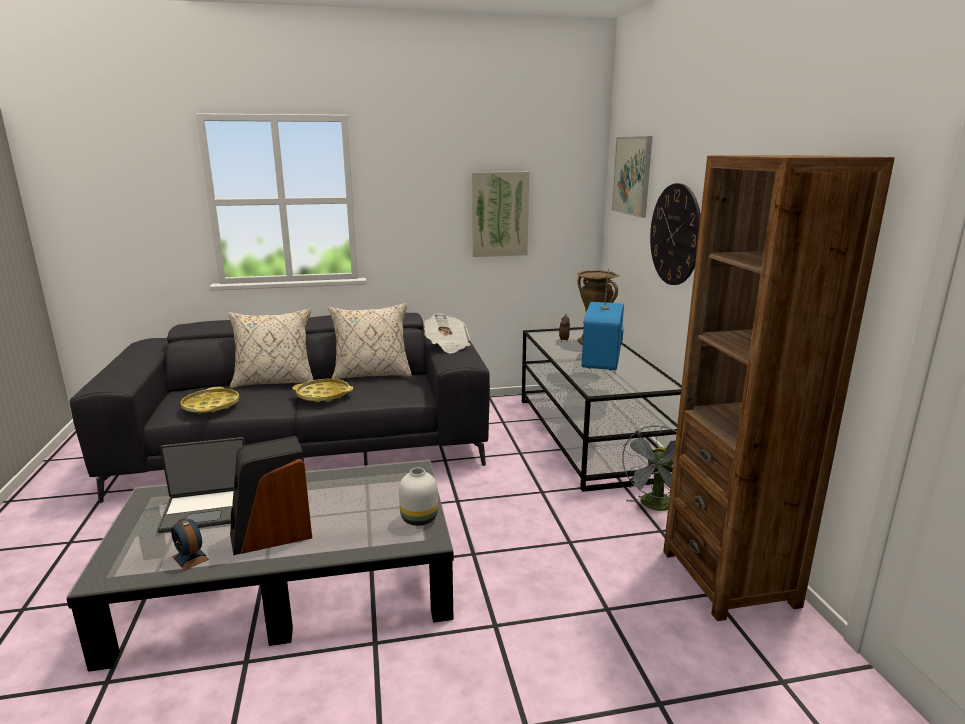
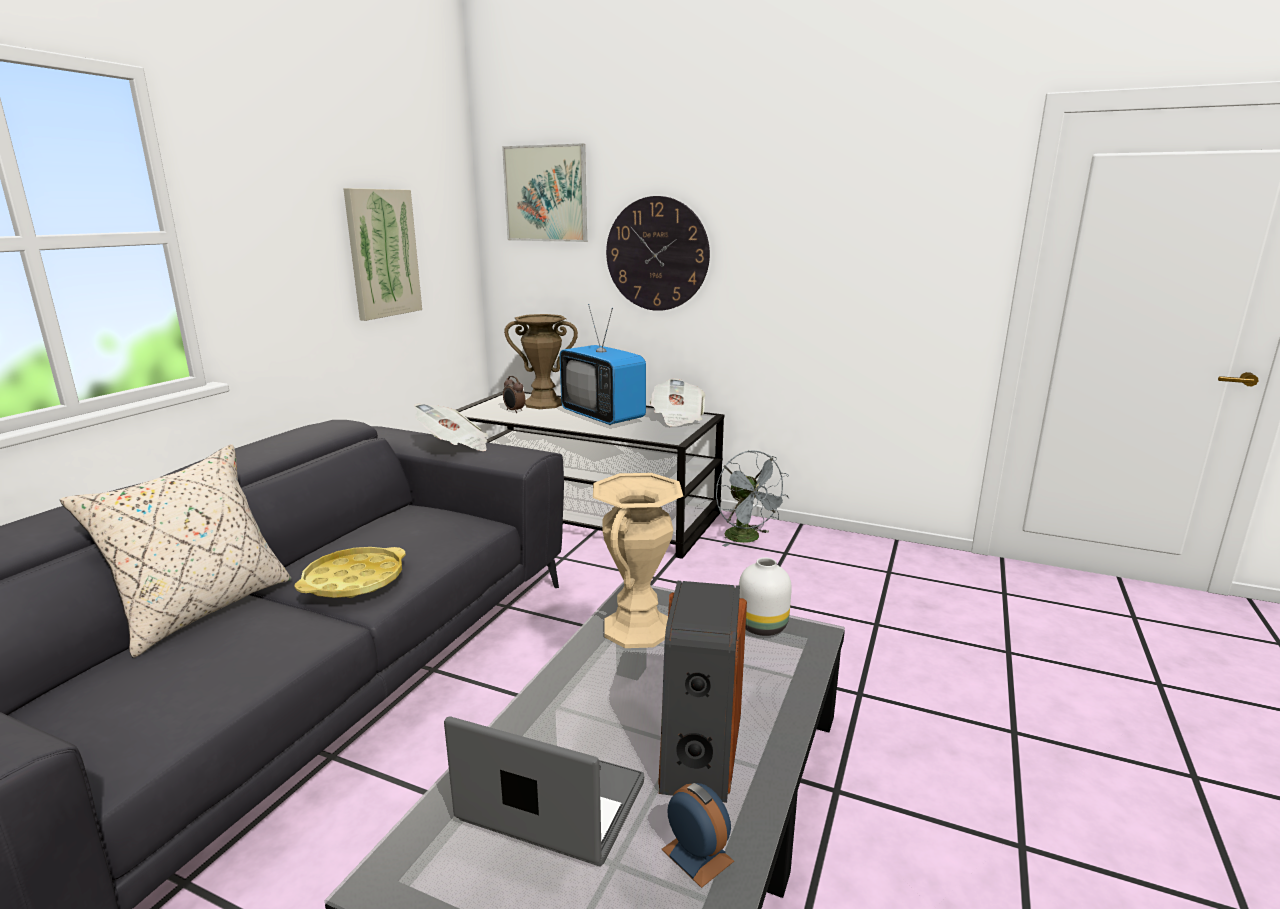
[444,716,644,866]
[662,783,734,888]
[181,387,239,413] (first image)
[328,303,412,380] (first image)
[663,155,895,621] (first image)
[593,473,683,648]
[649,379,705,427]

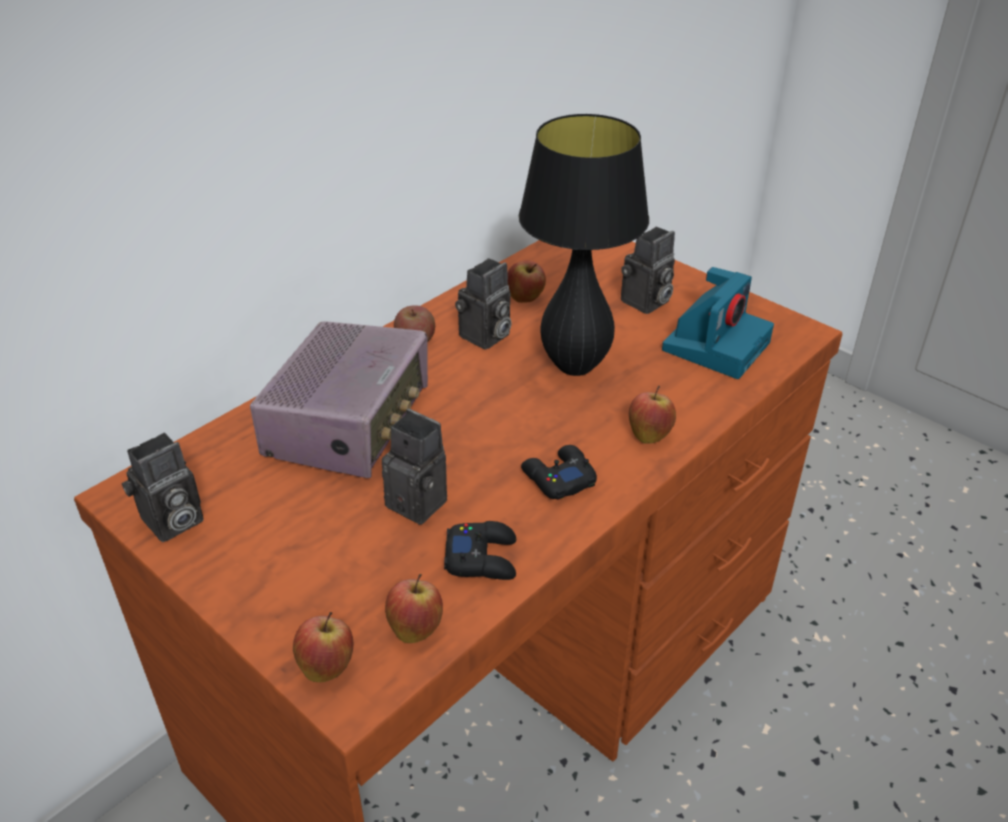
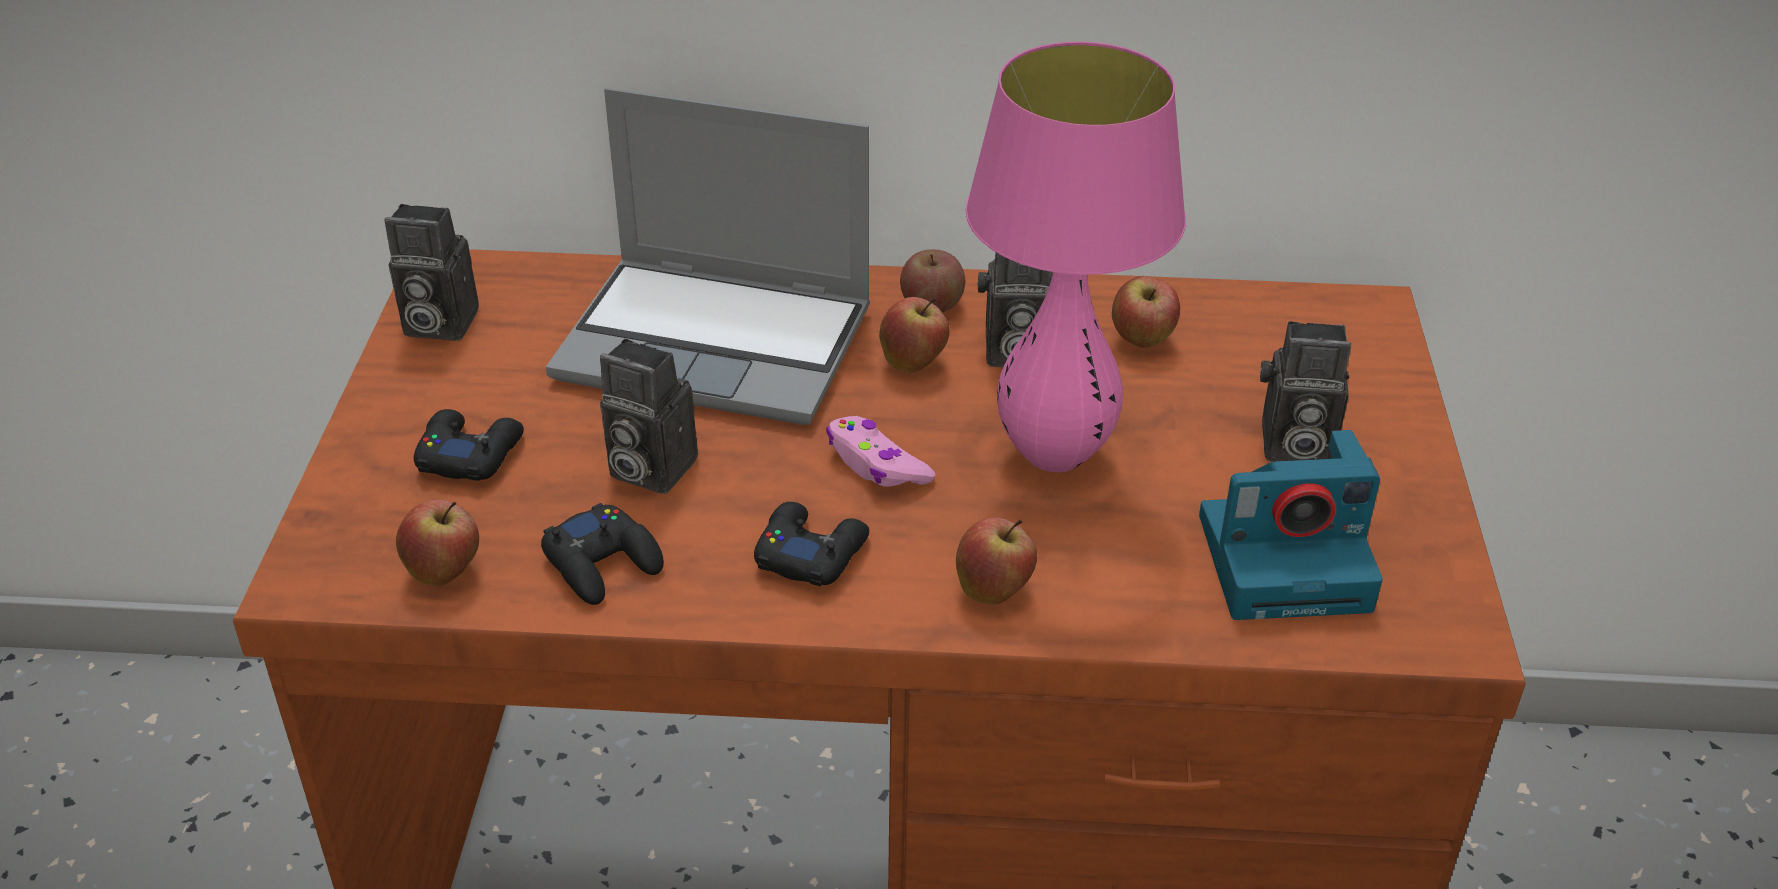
[546,88,870,425]
[879,297,950,372]
[600,338,698,494]
[965,42,1186,472]
[414,409,524,481]
[826,416,935,487]

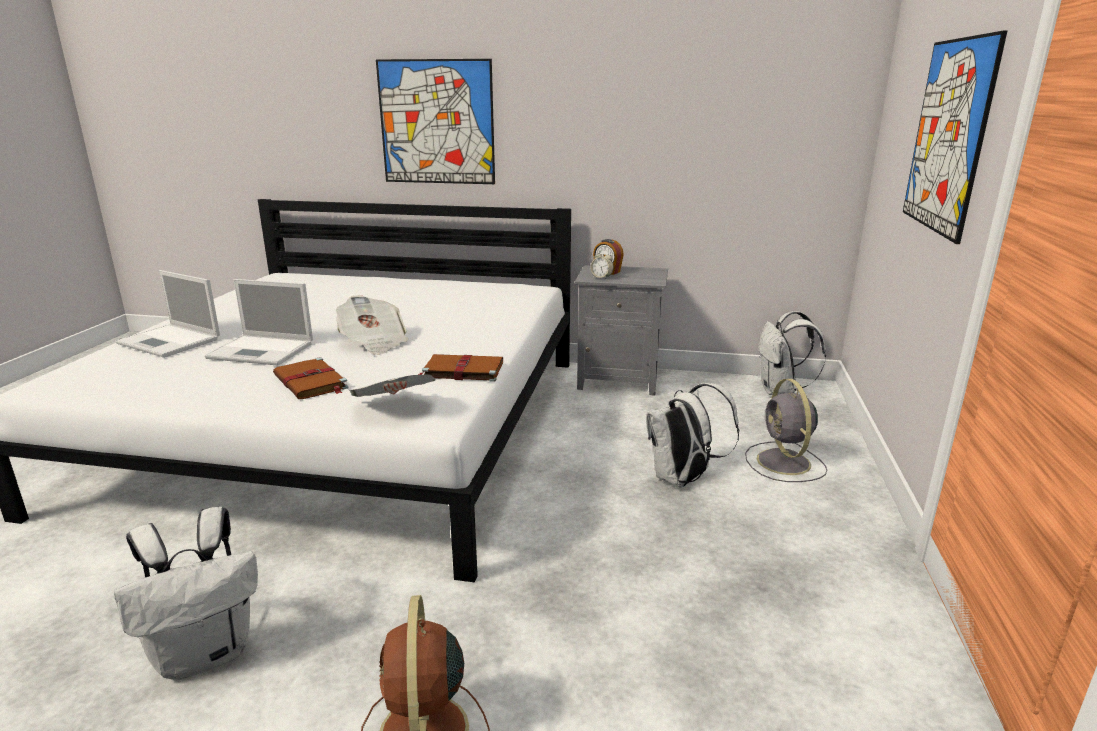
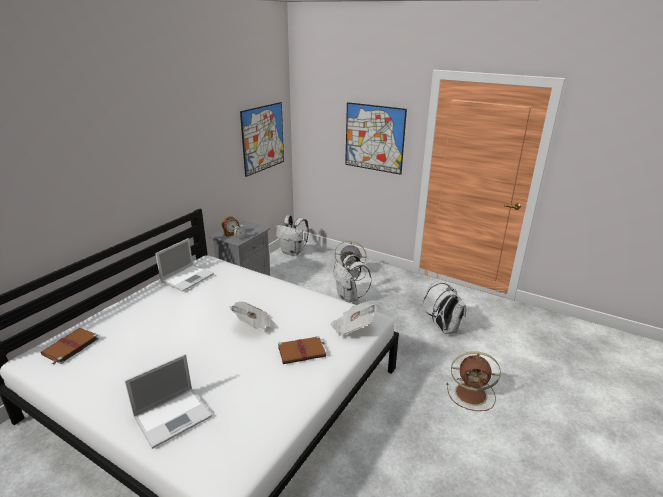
[423,281,466,334]
[155,238,214,292]
[240,102,284,177]
[41,328,99,365]

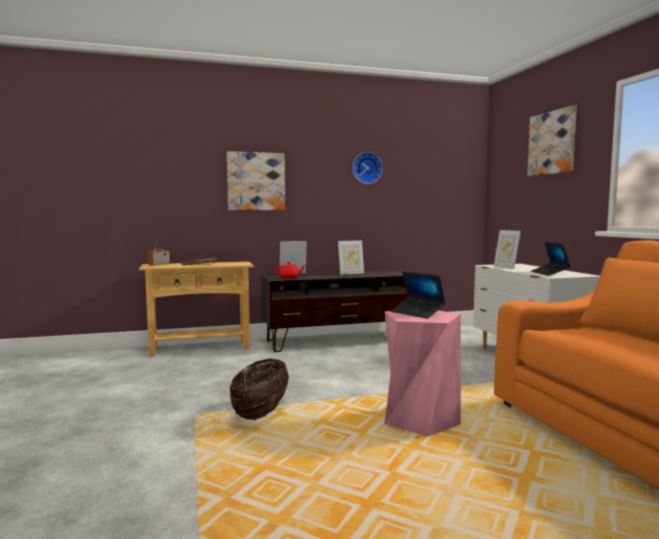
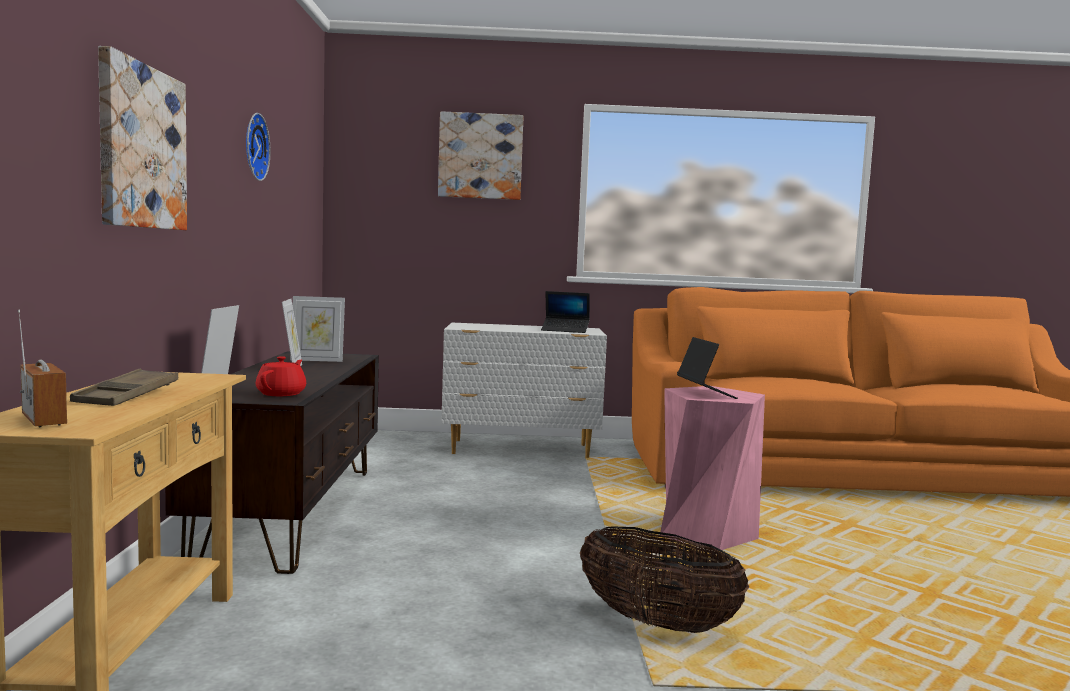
[677,337,738,399]
[290,296,345,362]

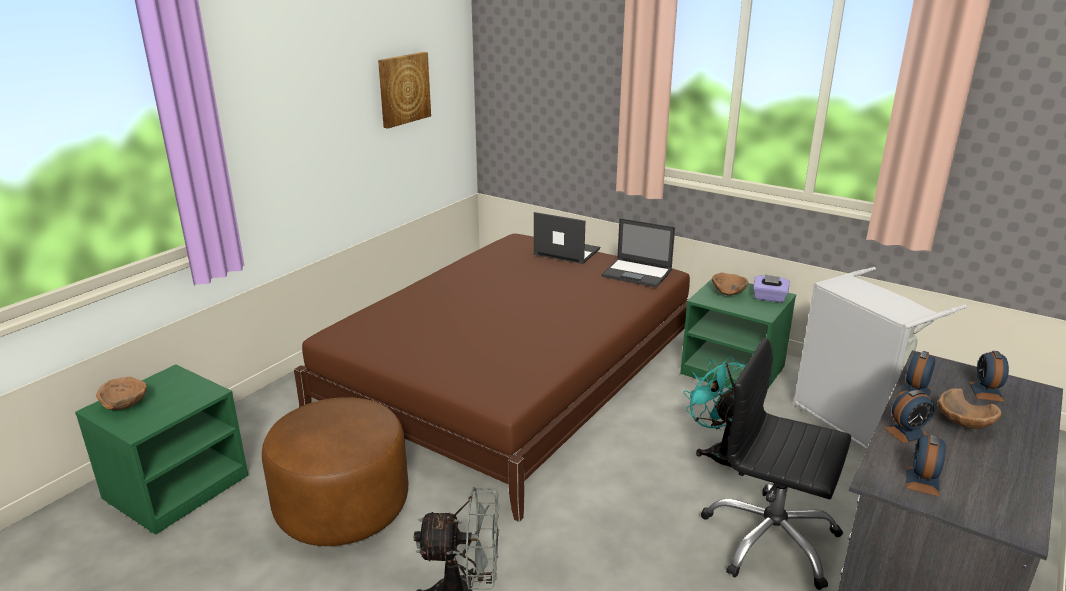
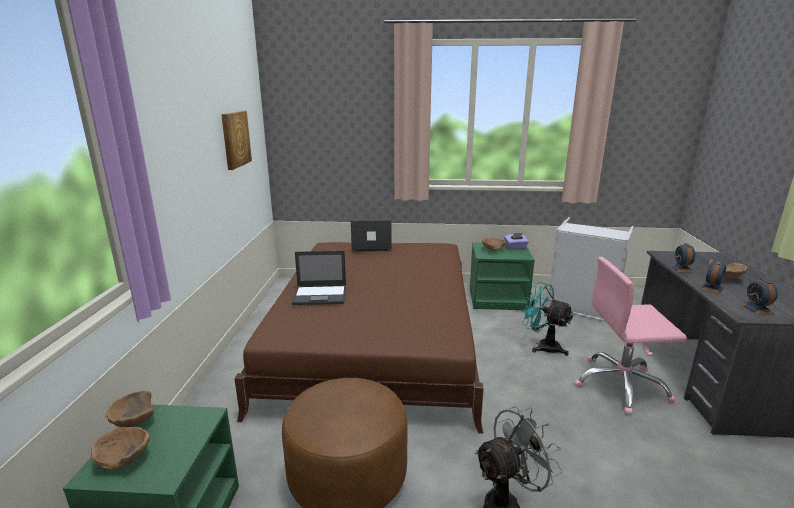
[292,251,346,305]
[574,257,687,415]
[969,351,1009,402] (first image)
[106,390,154,427]

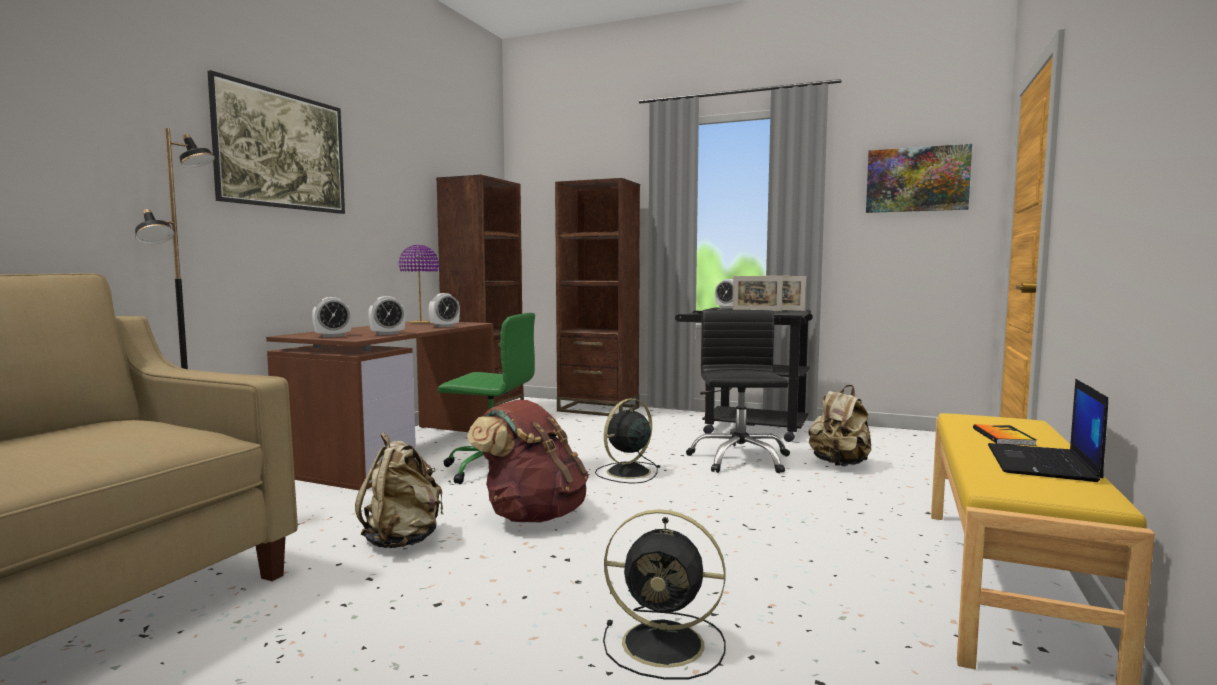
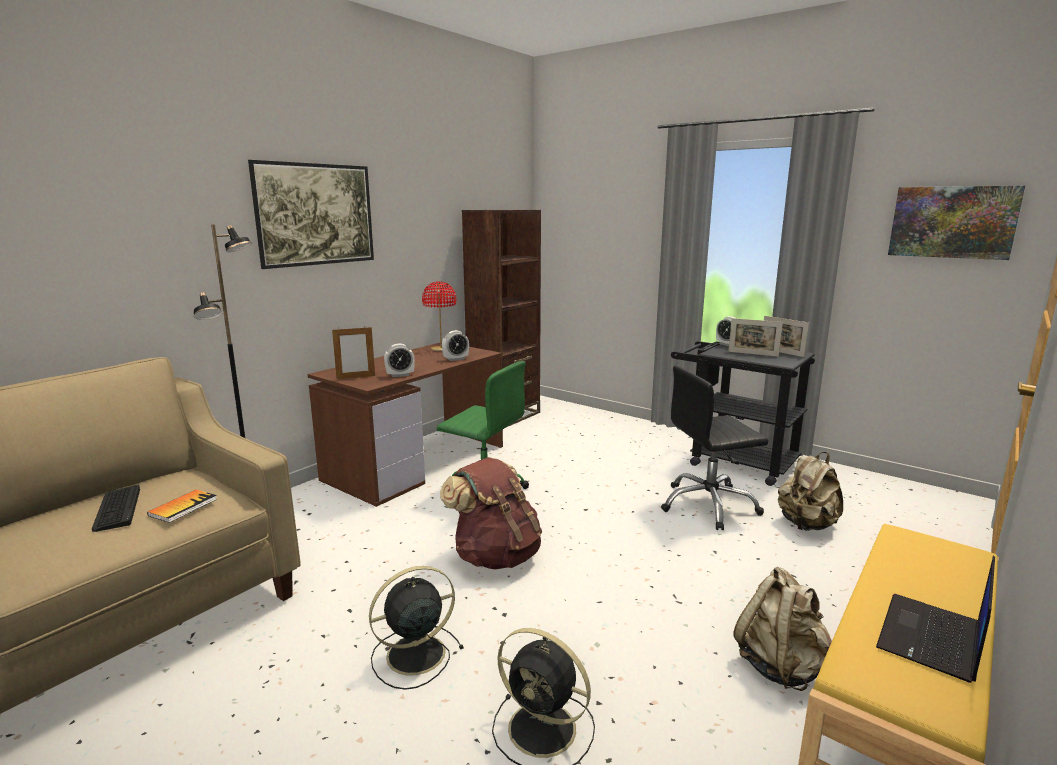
[332,327,375,379]
[733,567,832,691]
[422,281,456,351]
[555,178,640,417] (first image)
[369,566,464,690]
[661,366,768,530]
[147,490,217,523]
[92,485,140,532]

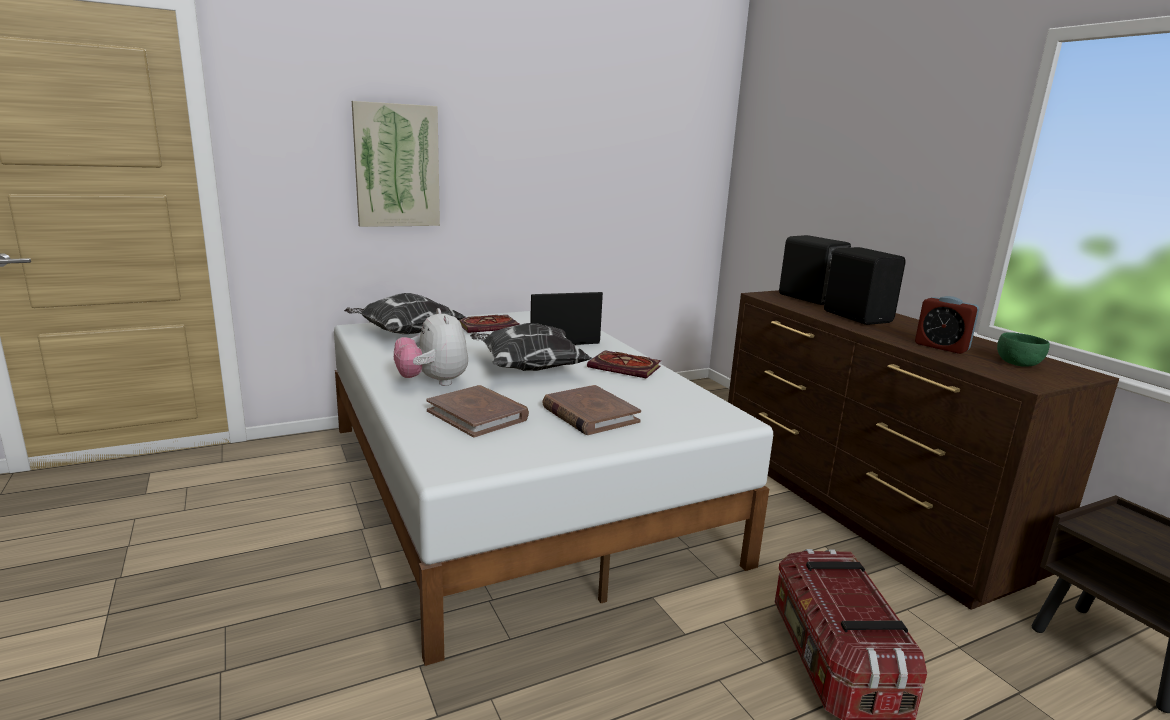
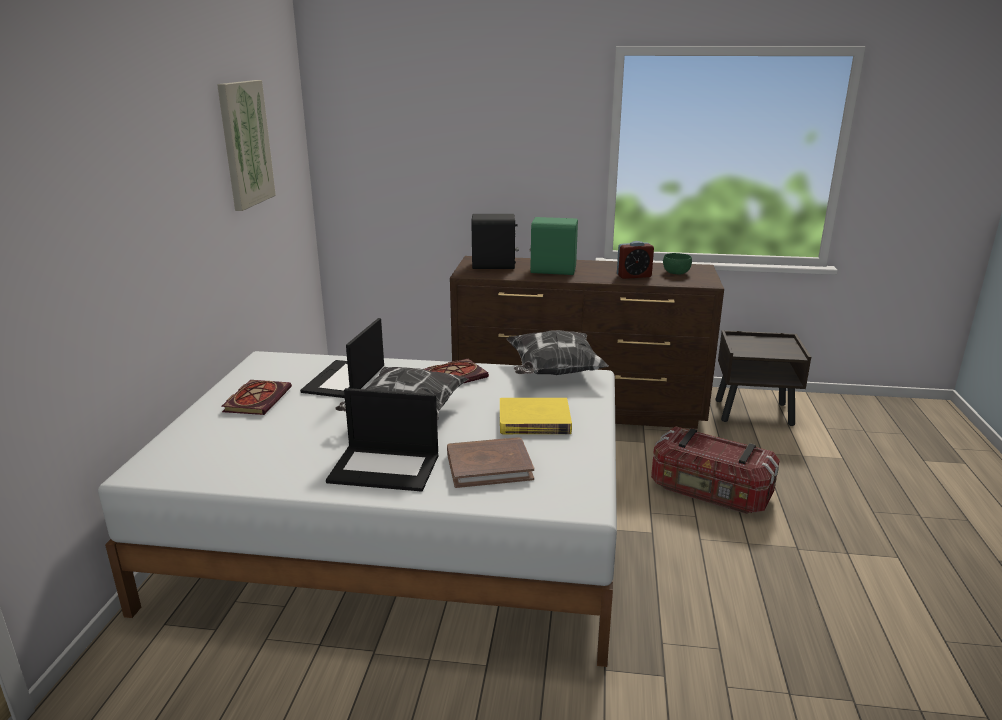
[507,330,609,375]
[217,80,276,211]
[326,388,438,492]
[500,398,572,434]
[529,217,578,275]

